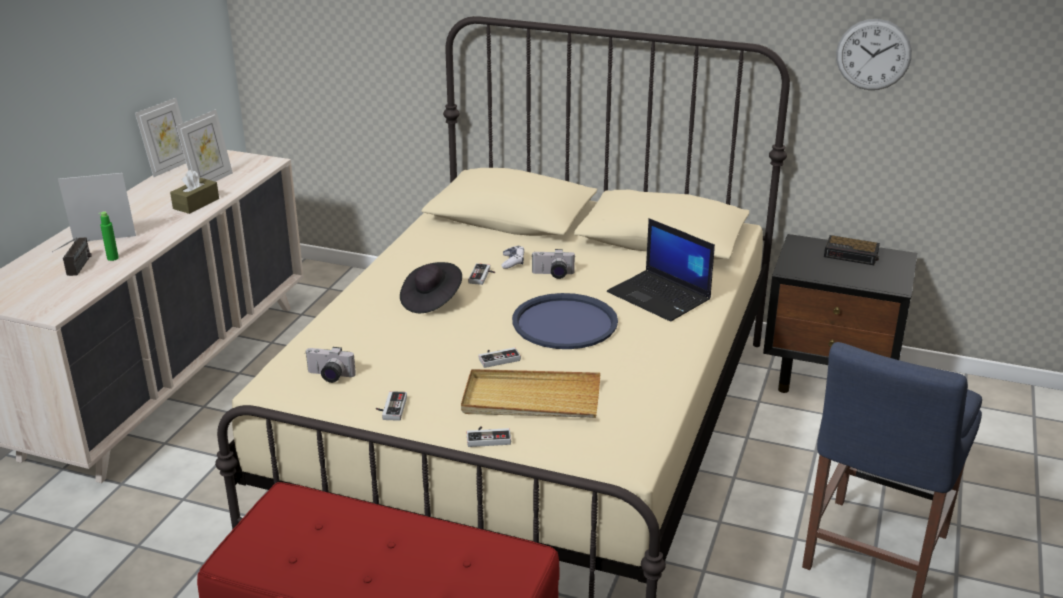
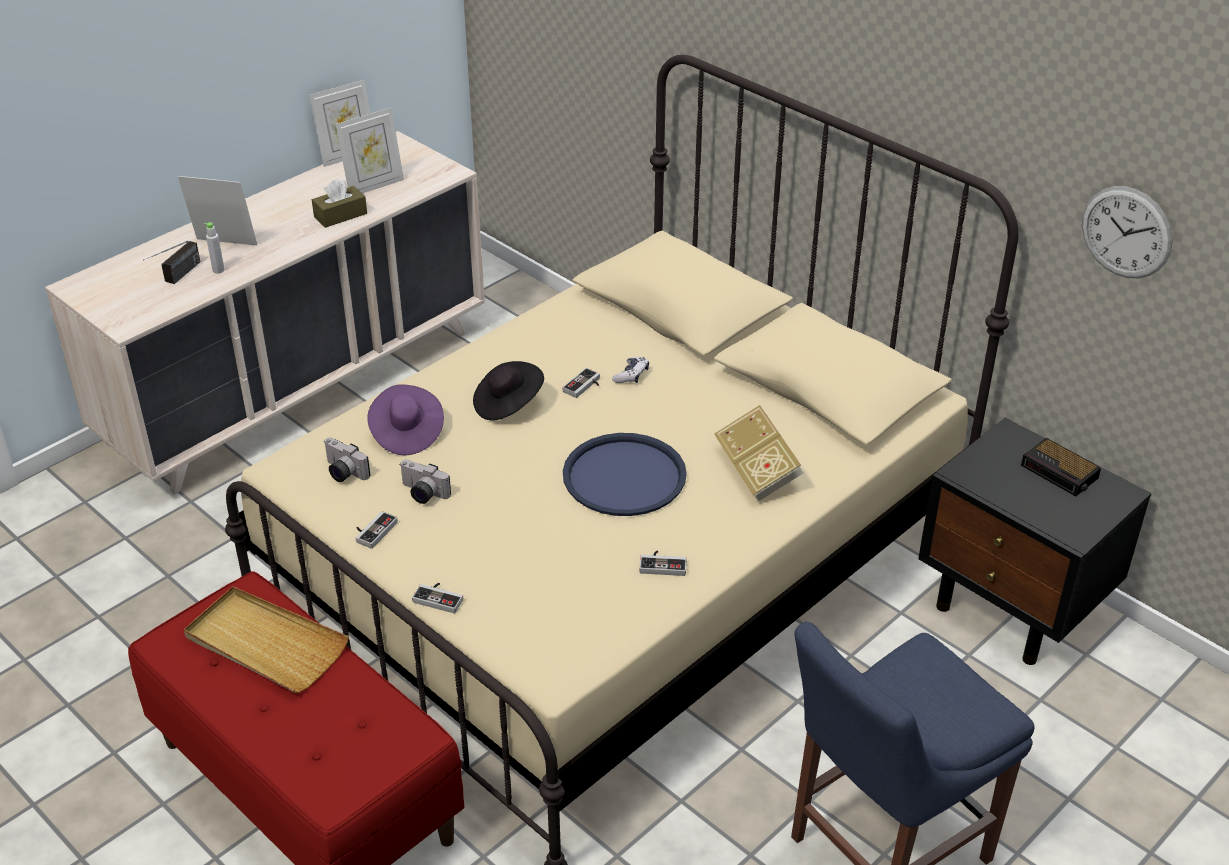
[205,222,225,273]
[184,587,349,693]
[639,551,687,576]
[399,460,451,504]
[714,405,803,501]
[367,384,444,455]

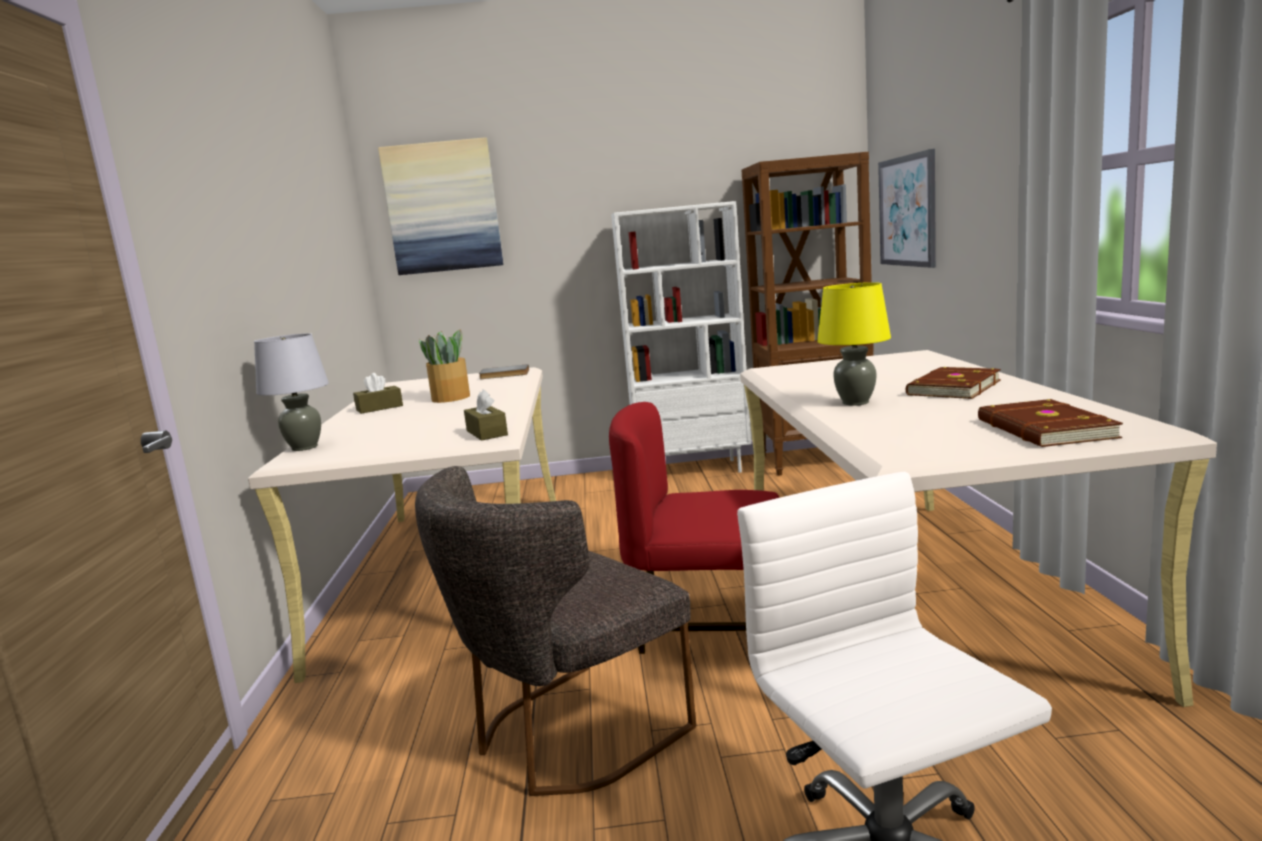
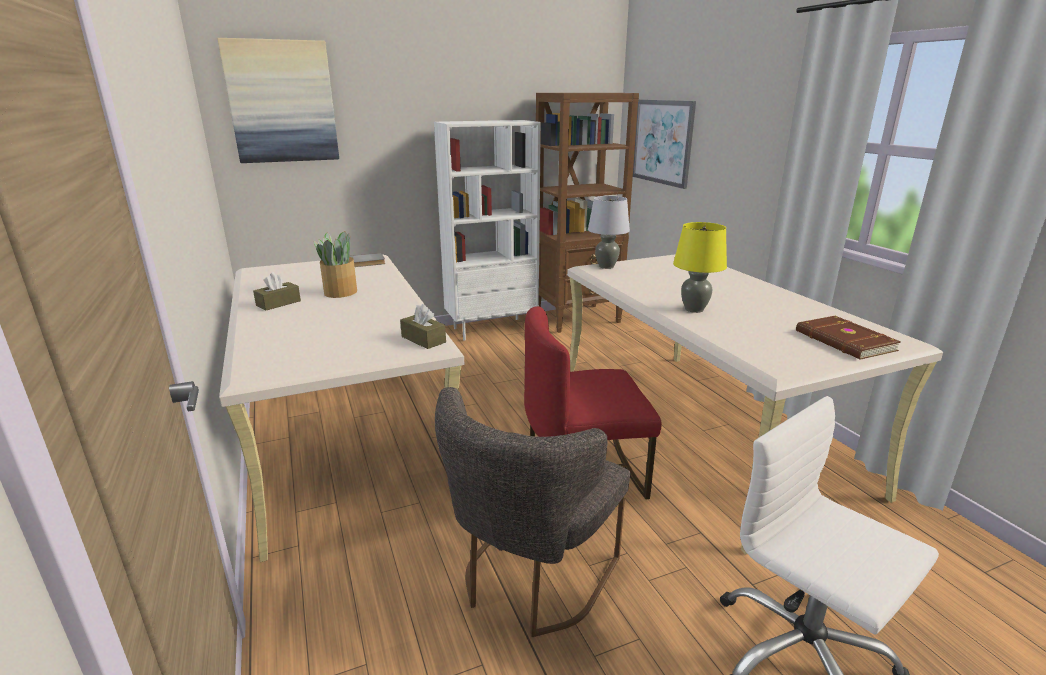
[588,196,630,269]
[906,367,1001,399] (first image)

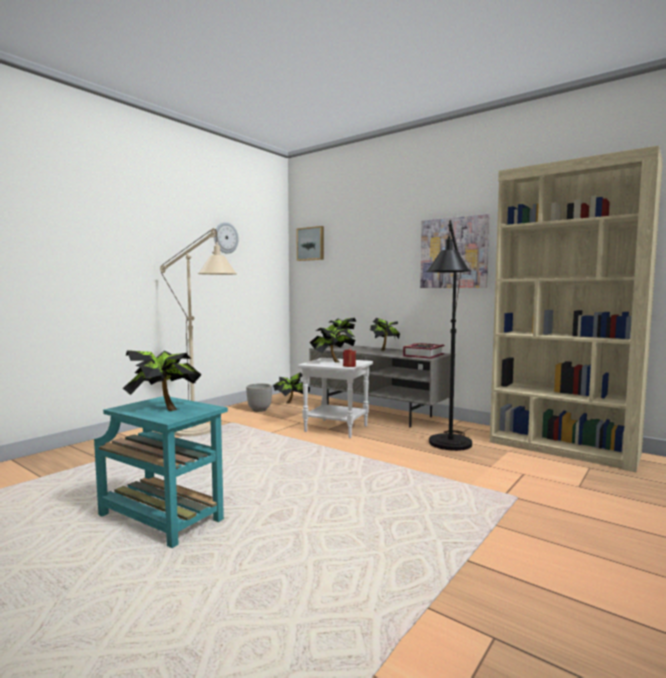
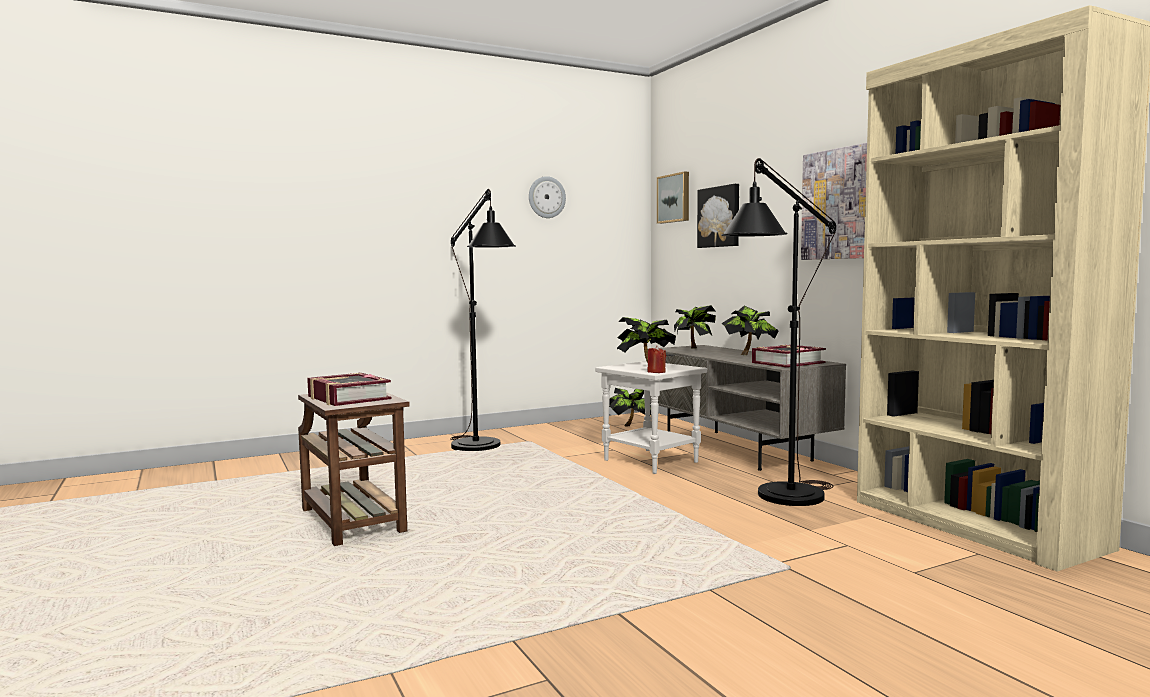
[298,392,410,546]
[307,373,391,406]
[450,189,516,451]
[246,383,272,412] (first image)
[697,184,739,248]

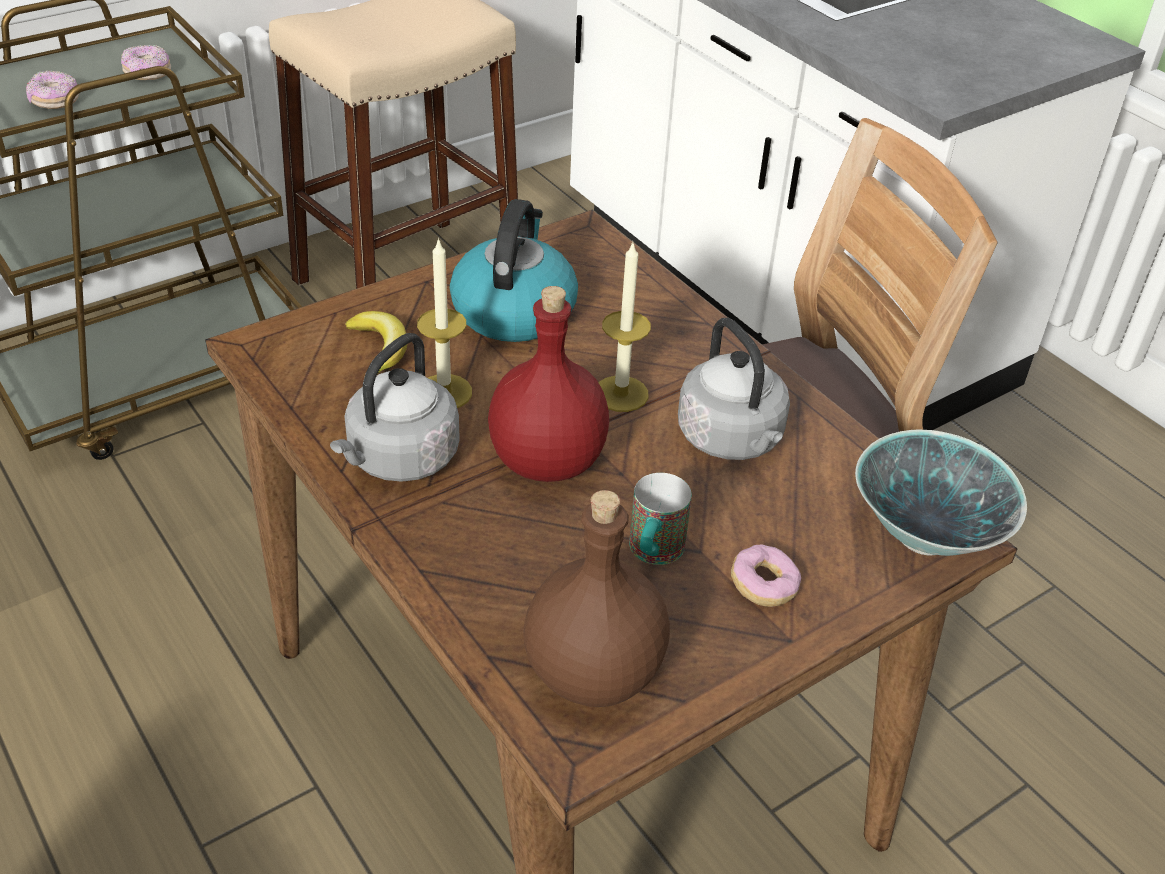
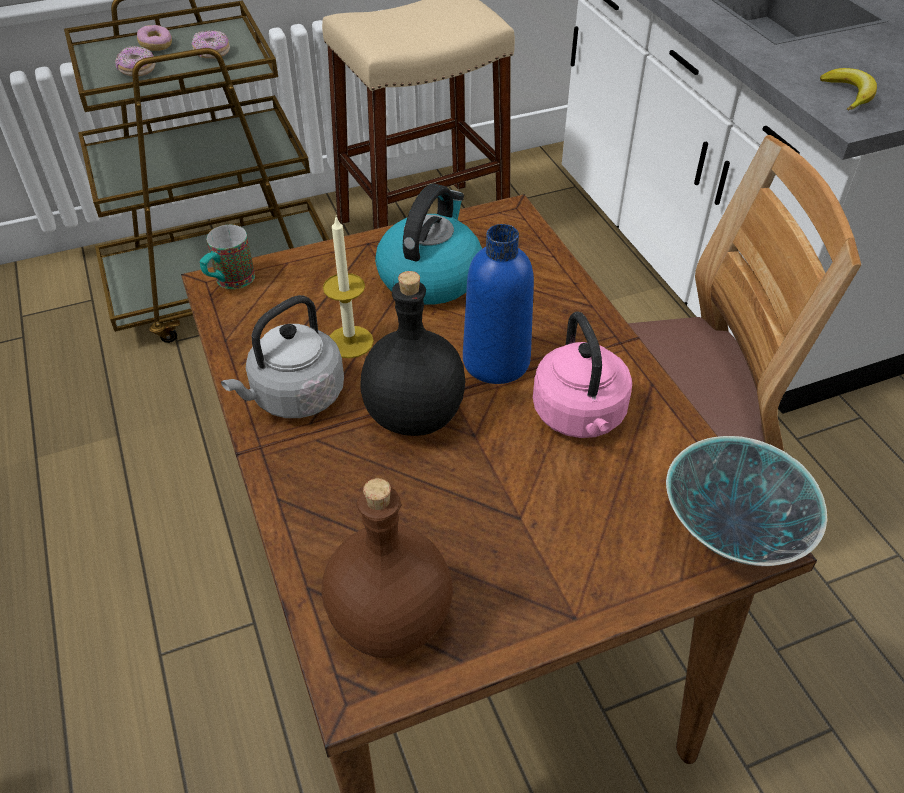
[820,68,877,111]
[361,271,466,436]
[463,224,534,384]
[200,225,255,289]
[533,311,632,438]
[137,25,172,51]

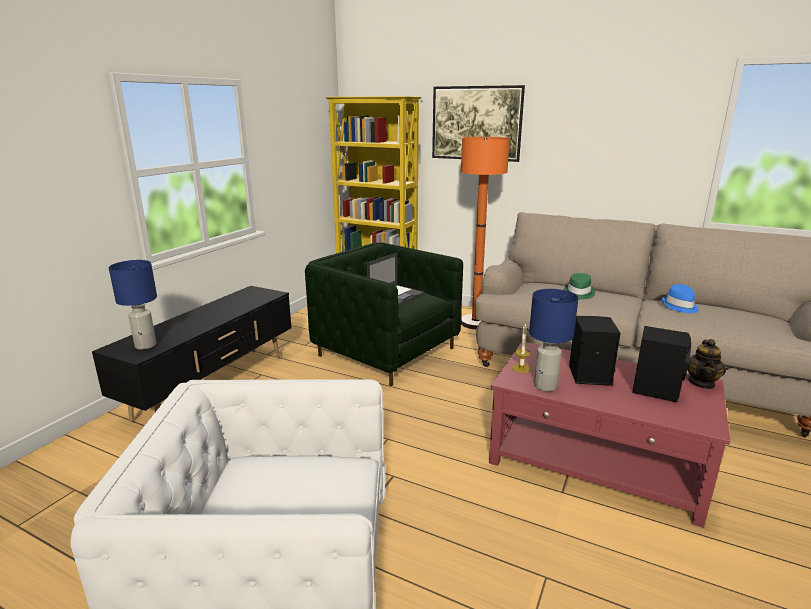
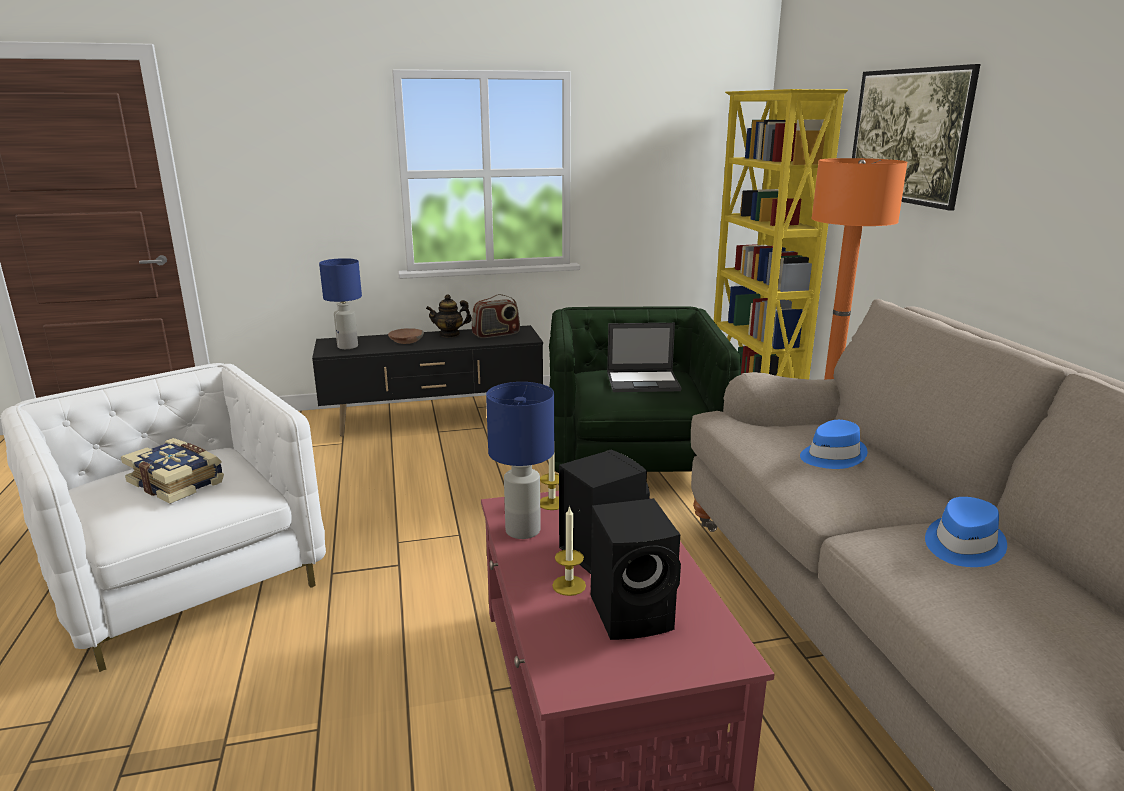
[800,420,868,469]
[426,294,472,337]
[121,438,224,504]
[388,328,424,344]
[472,294,520,338]
[552,505,586,596]

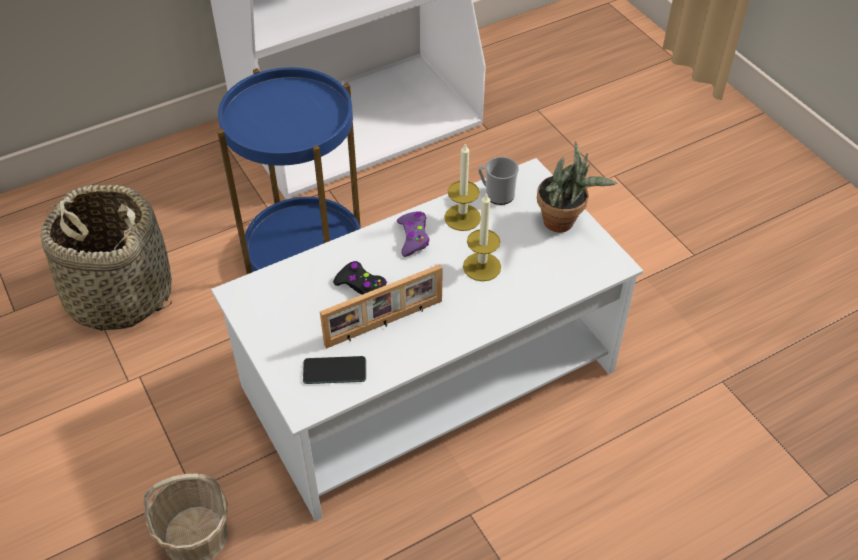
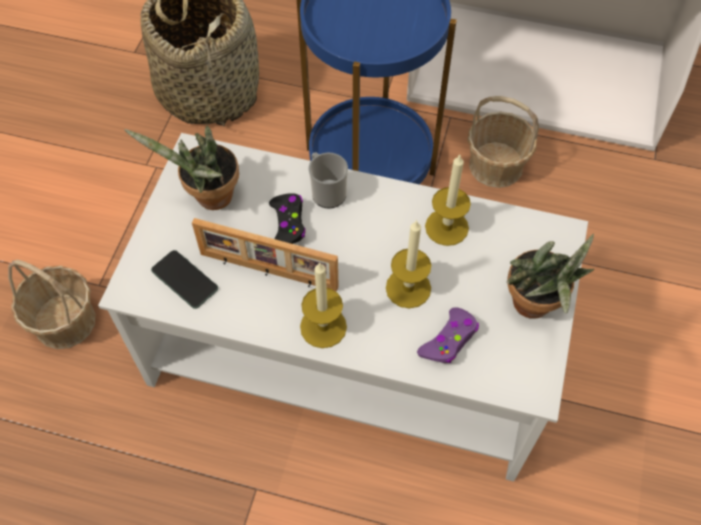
[417,307,479,363]
[309,152,348,208]
[124,126,239,210]
[300,262,347,348]
[467,96,539,188]

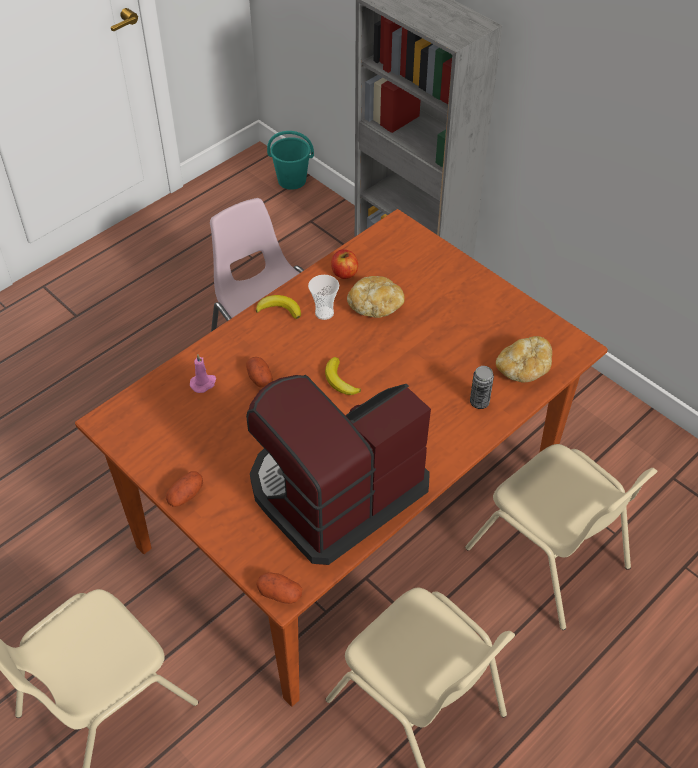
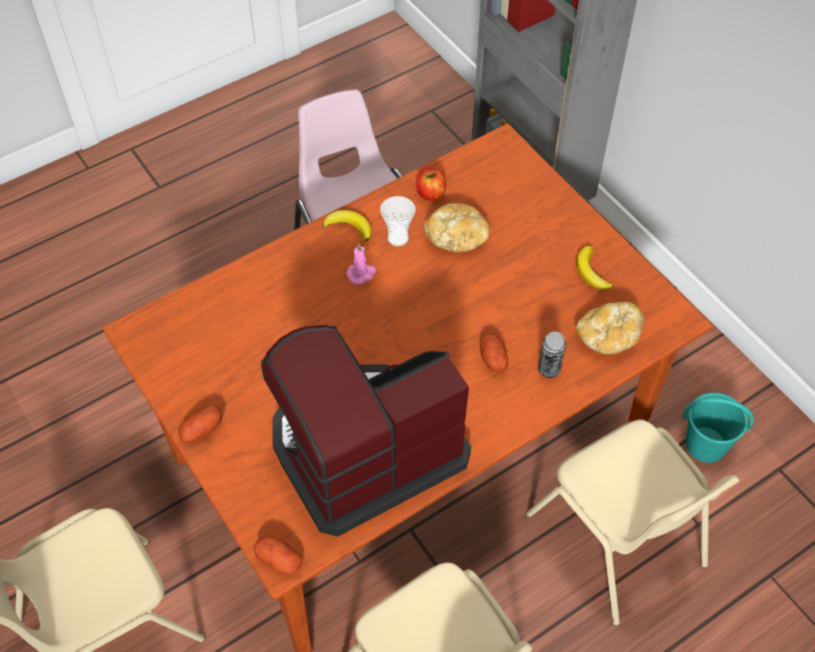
[346,244,376,284]
[480,333,508,372]
[682,392,754,463]
[576,245,614,290]

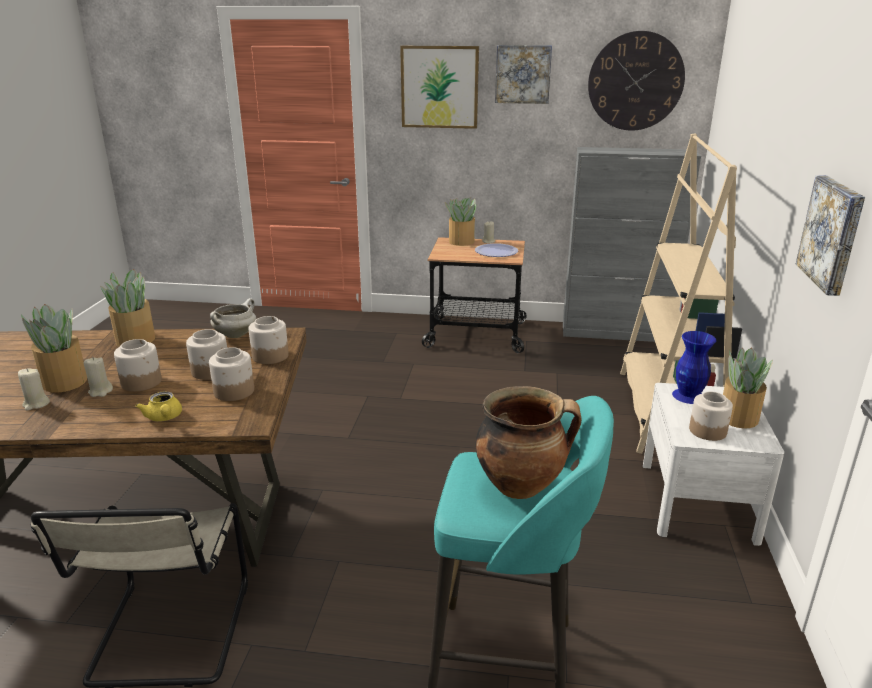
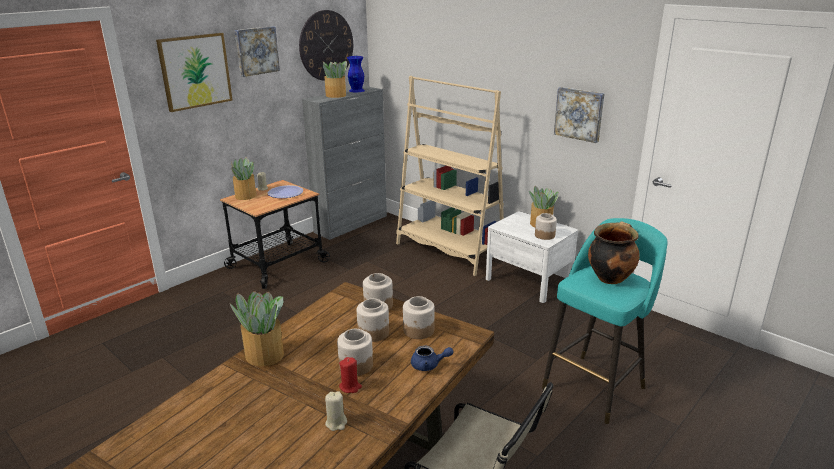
[323,61,347,98]
[339,357,362,393]
[411,345,453,371]
[210,298,256,338] (first image)
[347,56,365,92]

